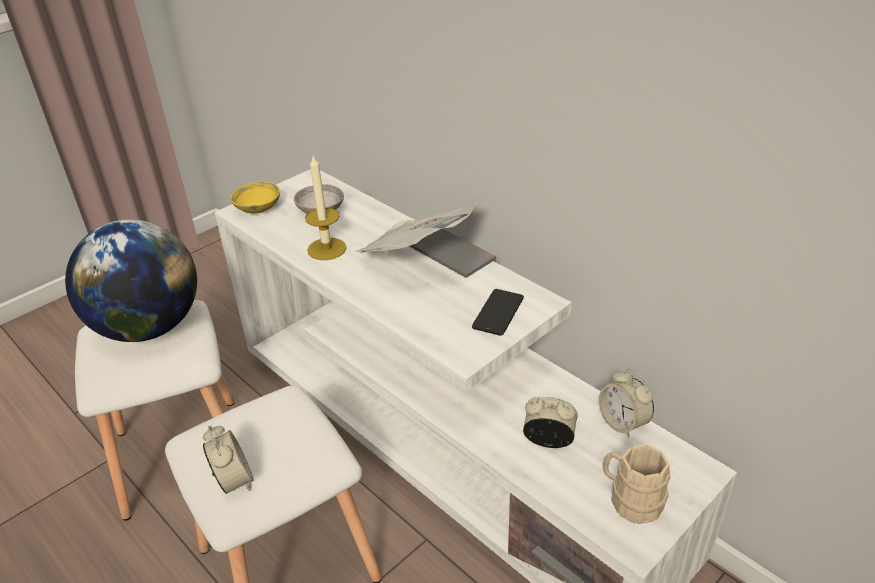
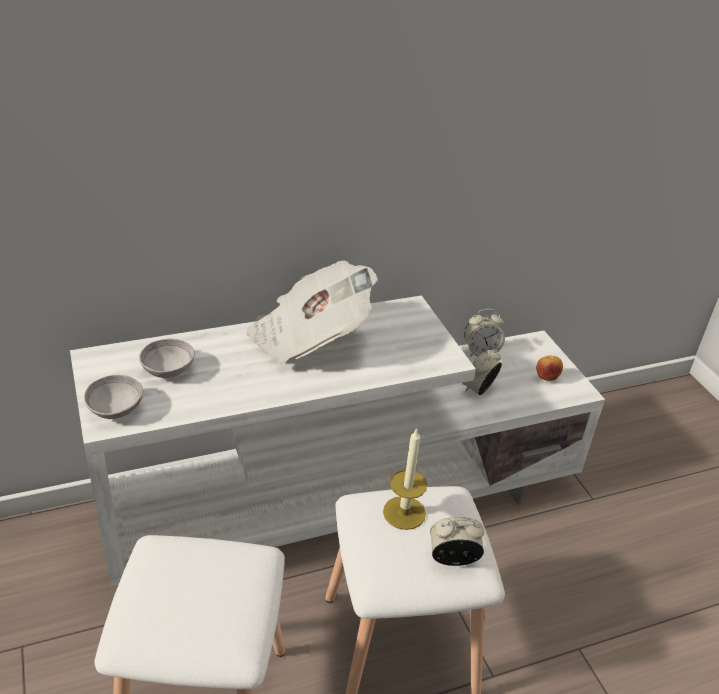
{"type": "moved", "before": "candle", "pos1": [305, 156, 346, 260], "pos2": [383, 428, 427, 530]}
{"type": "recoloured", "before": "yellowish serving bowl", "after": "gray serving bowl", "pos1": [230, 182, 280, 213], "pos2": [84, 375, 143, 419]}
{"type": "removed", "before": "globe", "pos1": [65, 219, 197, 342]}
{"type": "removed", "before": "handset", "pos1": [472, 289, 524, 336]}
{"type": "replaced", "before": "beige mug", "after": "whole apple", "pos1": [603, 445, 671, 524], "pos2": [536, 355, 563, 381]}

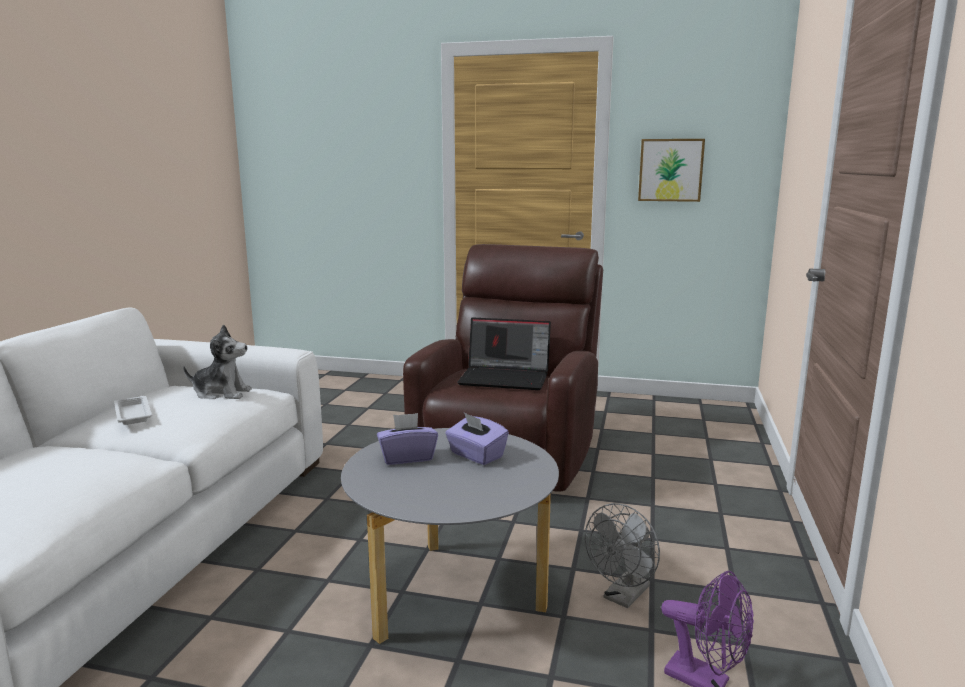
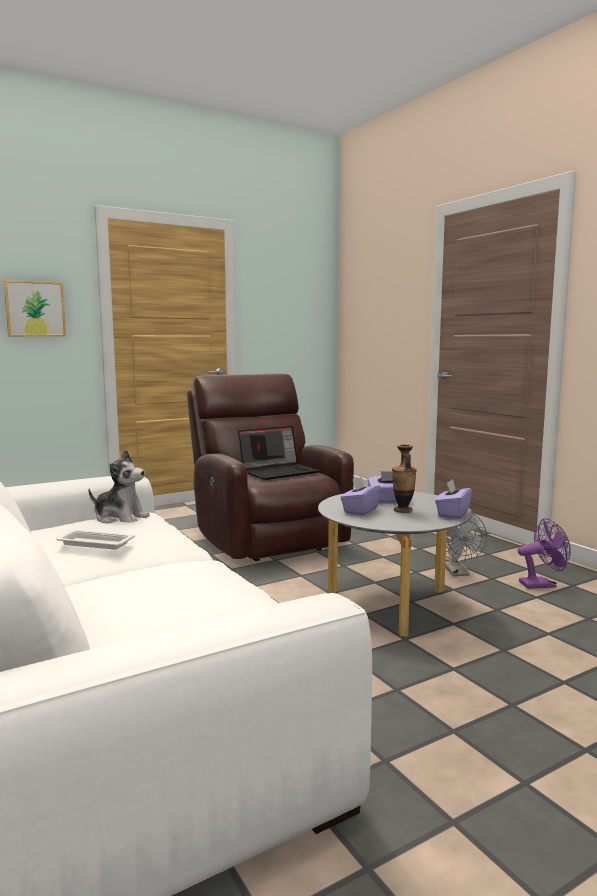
{"type": "moved", "before": "wall picture", "pos1": [638, 139, 705, 202], "pos2": [4, 280, 66, 337]}
{"type": "turned", "before": "plush toy", "pos1": [183, 325, 252, 399], "pos2": [89, 449, 150, 523], "turn": 60}
{"type": "added", "after": "vase", "pos2": [392, 445, 416, 513]}
{"type": "added", "after": "purple box of tissues", "pos2": [435, 479, 472, 519]}

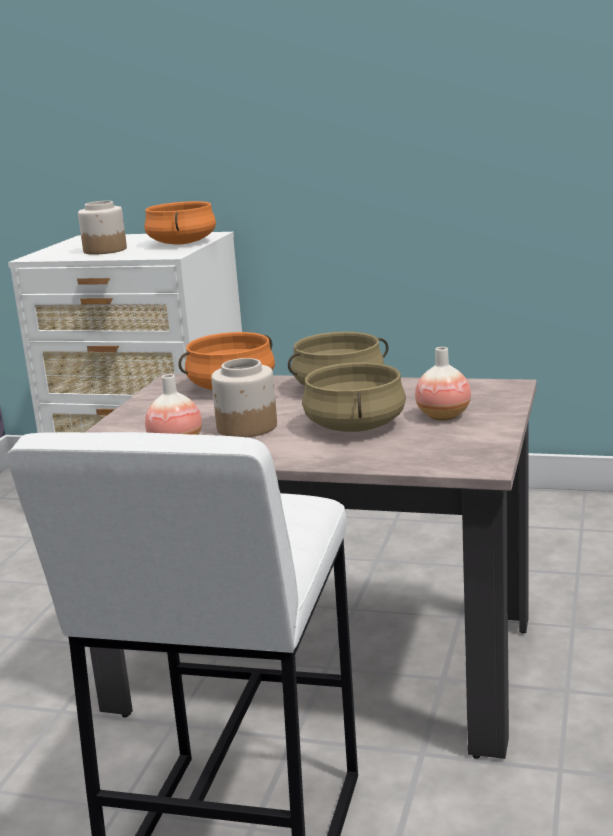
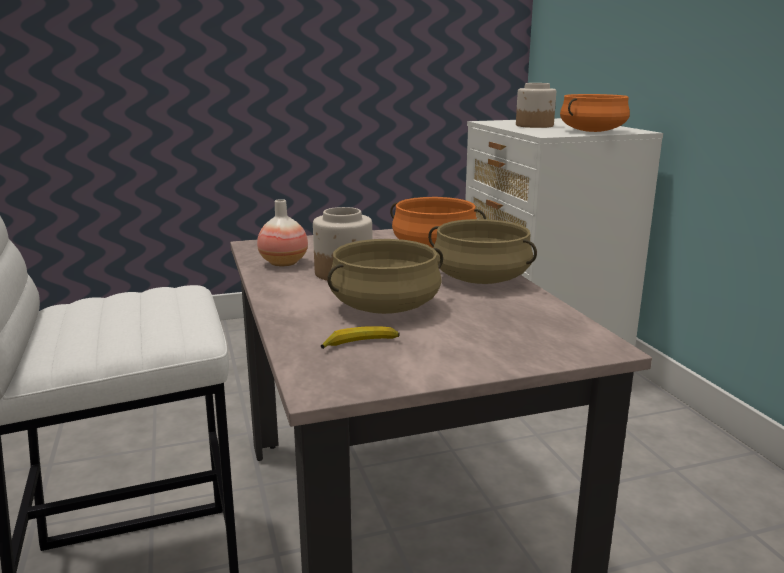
{"type": "removed", "before": "vase", "pos1": [415, 347, 471, 421]}
{"type": "added", "after": "banana", "pos2": [321, 326, 400, 349]}

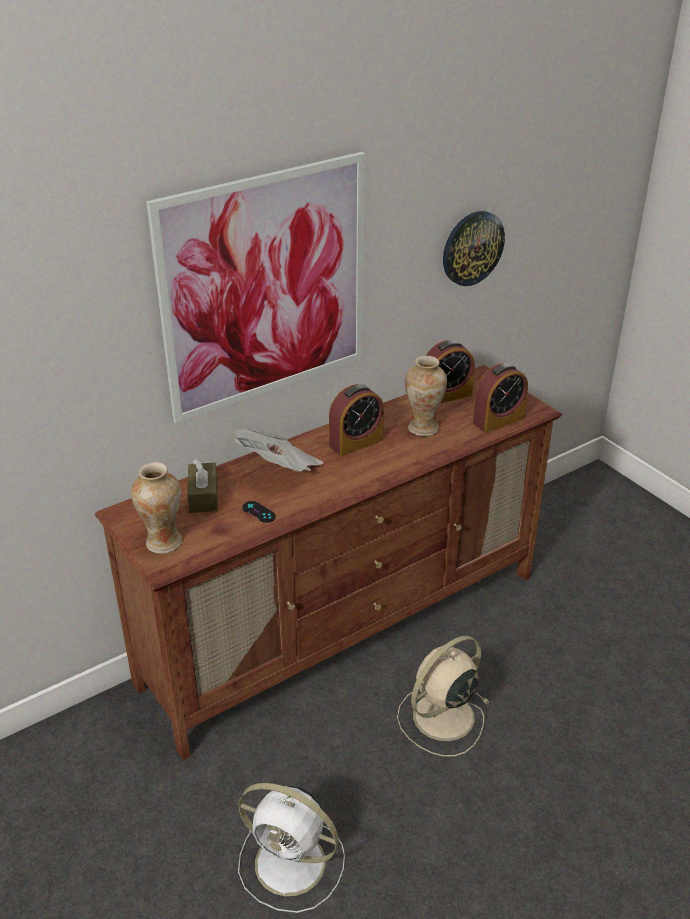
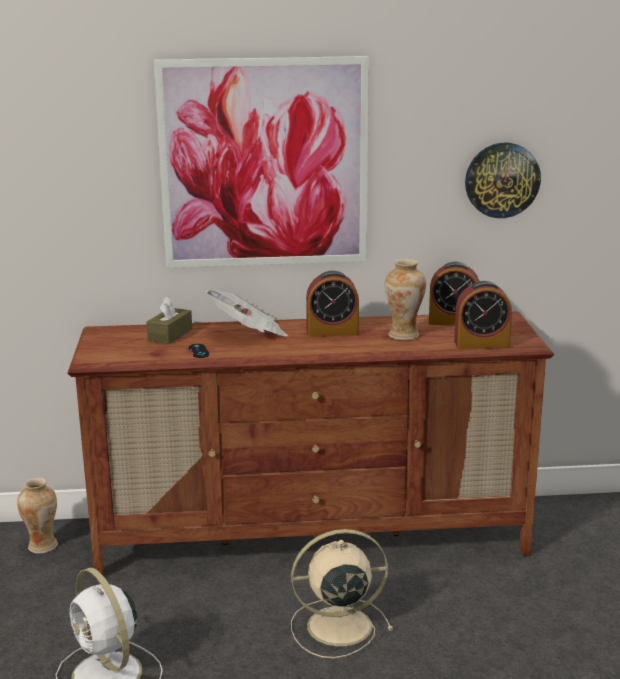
{"type": "moved", "before": "vase", "pos1": [131, 462, 182, 554], "pos2": [17, 477, 58, 554]}

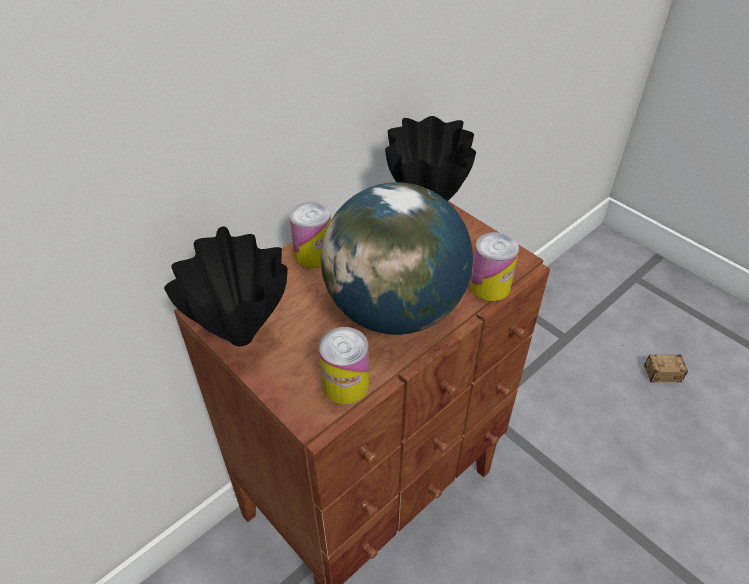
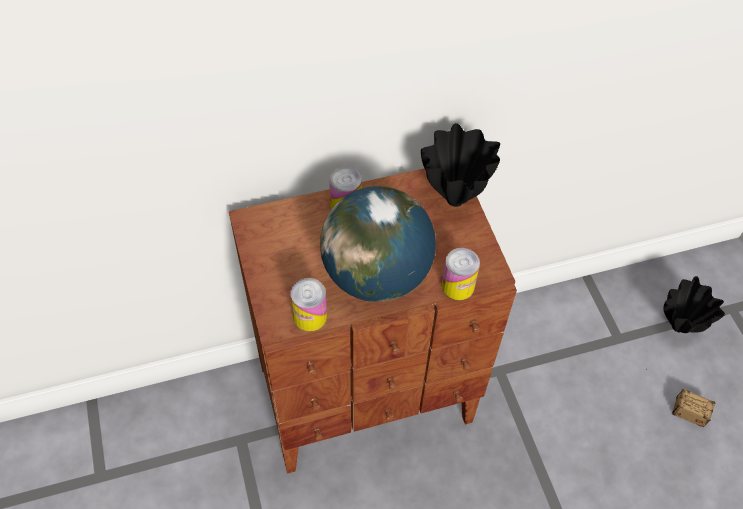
{"type": "moved", "before": "blackish vase", "pos1": [164, 226, 287, 346], "pos2": [663, 276, 725, 333]}

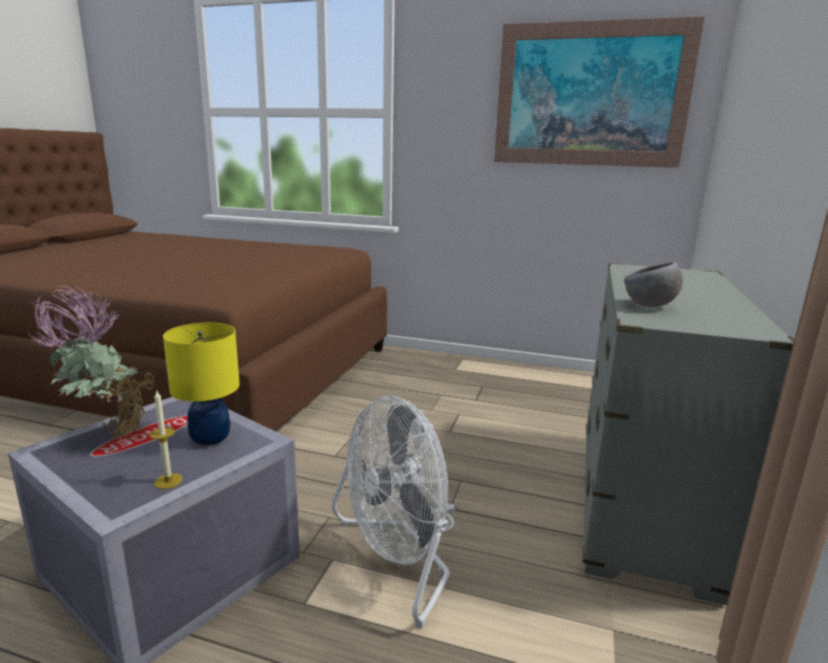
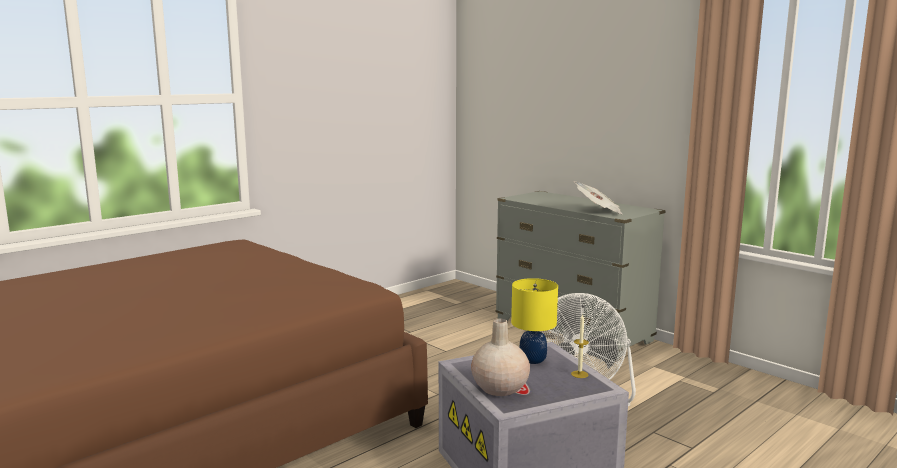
{"type": "removed", "before": "wall picture", "pos1": [494, 16, 704, 168]}
{"type": "replaced", "before": "gray serving bowl", "after": "daily paper", "pos1": [625, 262, 683, 307], "pos2": [574, 181, 622, 214]}
{"type": "replaced", "before": "plant in a pot", "after": "beige vase", "pos1": [30, 285, 154, 443], "pos2": [471, 319, 530, 396]}

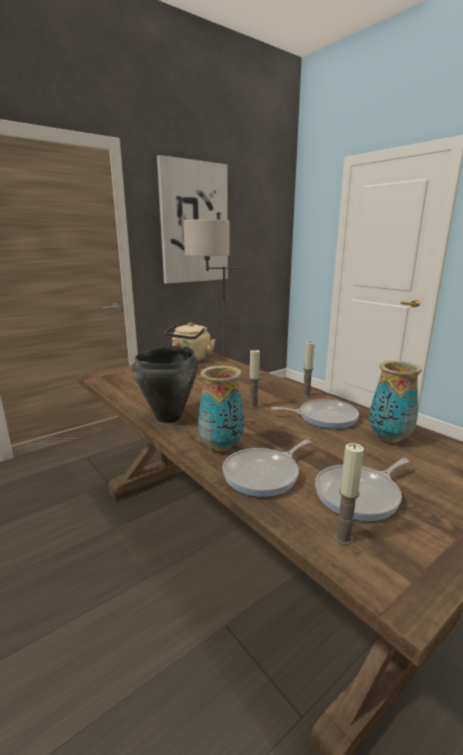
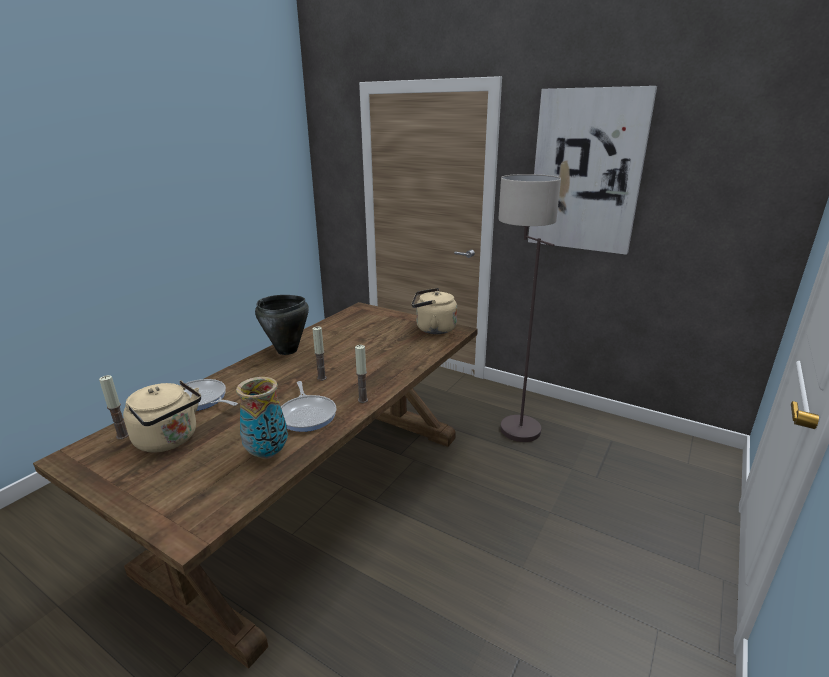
{"type": "removed", "before": "vase", "pos1": [198, 366, 244, 451]}
{"type": "replaced", "before": "pan", "after": "beige kettle", "pos1": [315, 458, 409, 521], "pos2": [123, 380, 201, 453]}

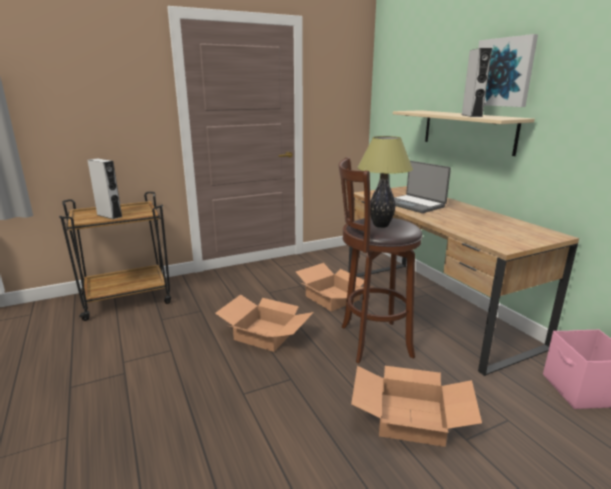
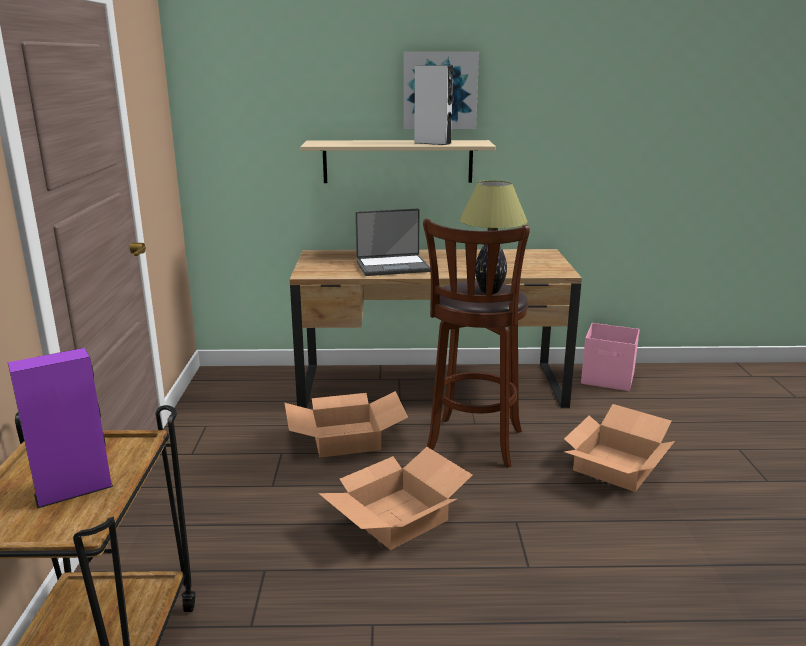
{"type": "recoloured", "before": "gray speaker", "after": "purple speaker", "pos1": [87, 158, 122, 219], "pos2": [8, 348, 113, 509]}

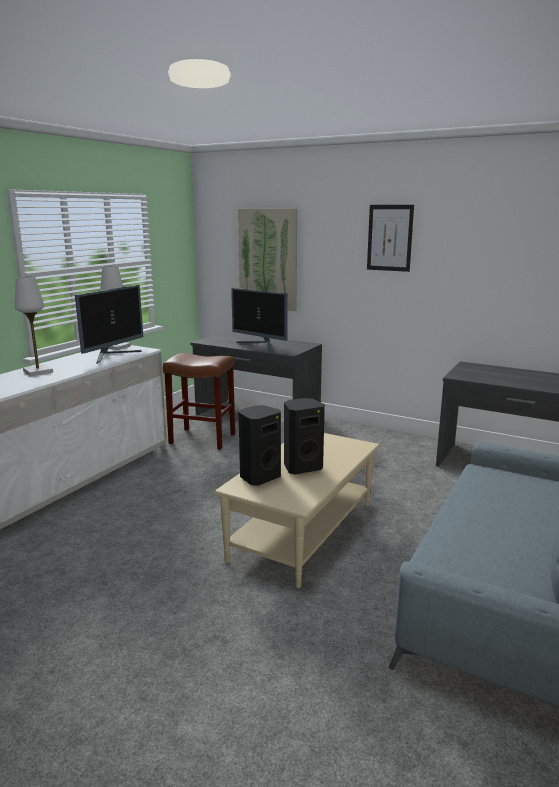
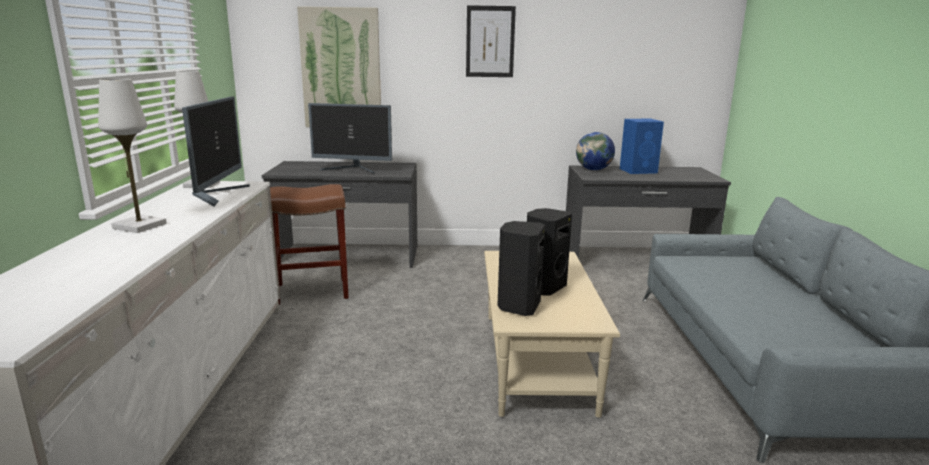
{"type": "added", "after": "blue speaker", "pos2": [620, 119, 664, 174]}
{"type": "added", "after": "globe", "pos2": [576, 132, 615, 170]}

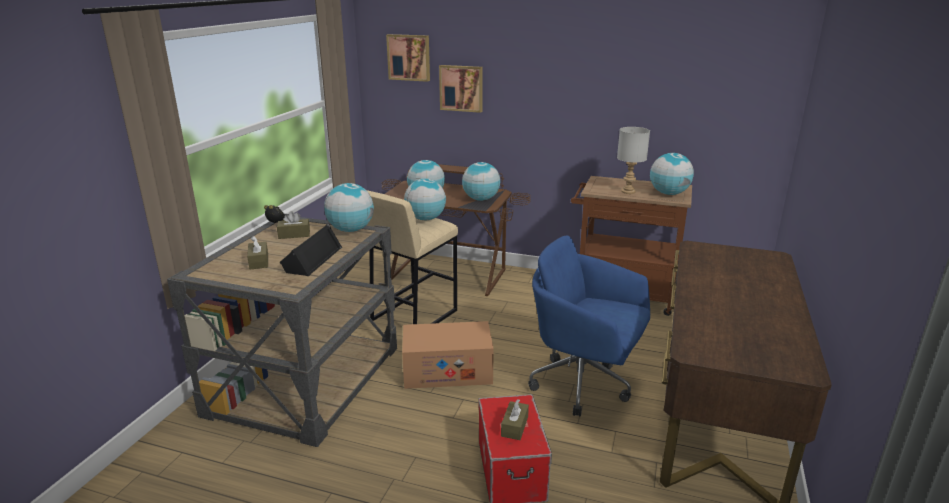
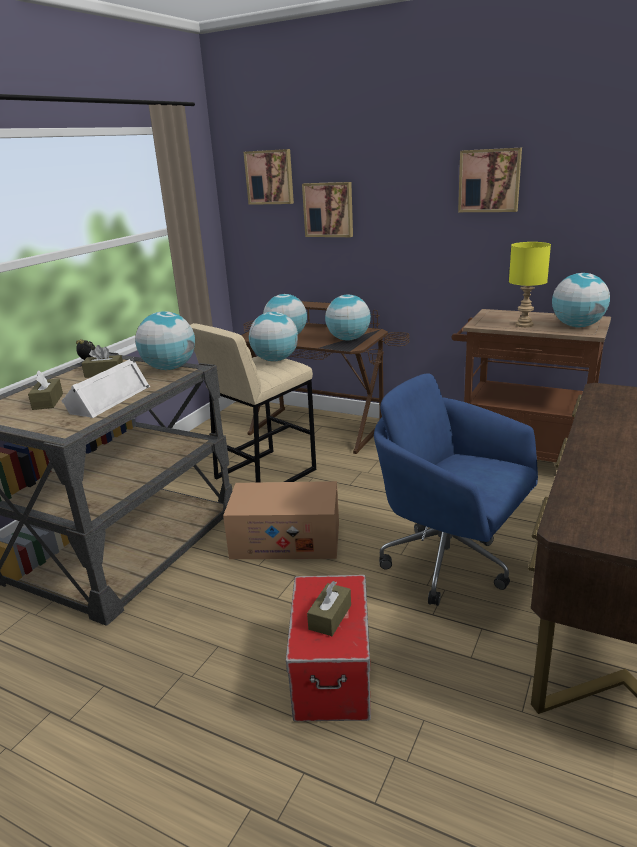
{"type": "recoloured", "before": "gray table lamp", "after": "yellowish table lamp", "pos1": [617, 127, 650, 194], "pos2": [509, 242, 551, 327]}
{"type": "recoloured", "before": "blackish speaker", "after": "white-coloured speaker", "pos1": [280, 223, 342, 276], "pos2": [62, 357, 150, 418]}
{"type": "added", "after": "wall picture", "pos2": [458, 148, 522, 212]}

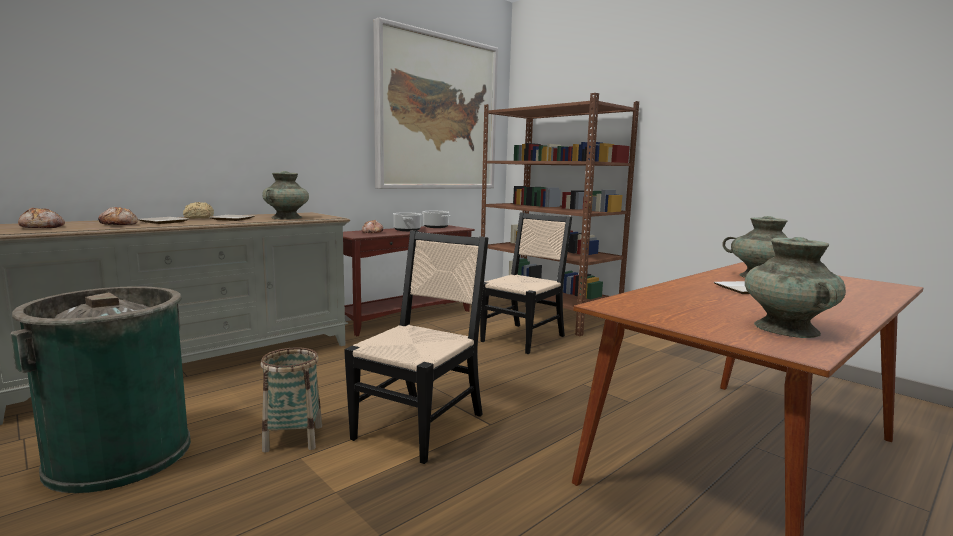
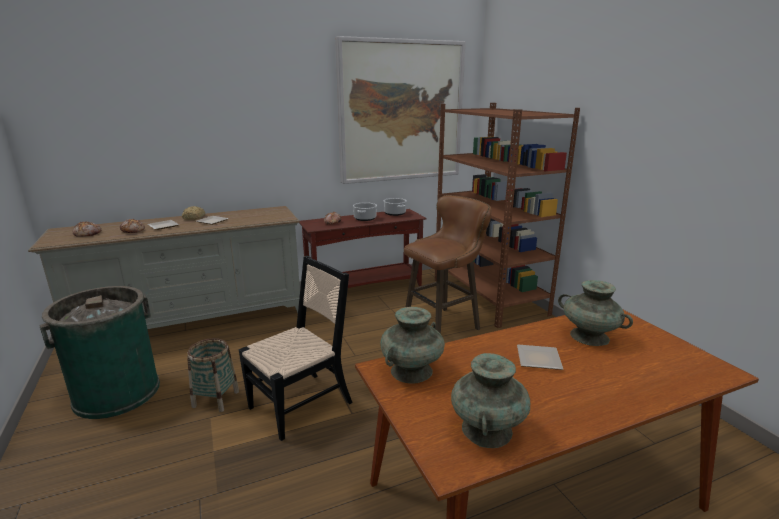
{"type": "moved", "before": "turquoise-coloured vase", "pos1": [262, 171, 309, 219], "pos2": [380, 307, 445, 384]}
{"type": "replaced", "before": "chair", "after": "brown-coloured sitting stool", "pos1": [480, 212, 572, 354], "pos2": [404, 195, 491, 334]}

